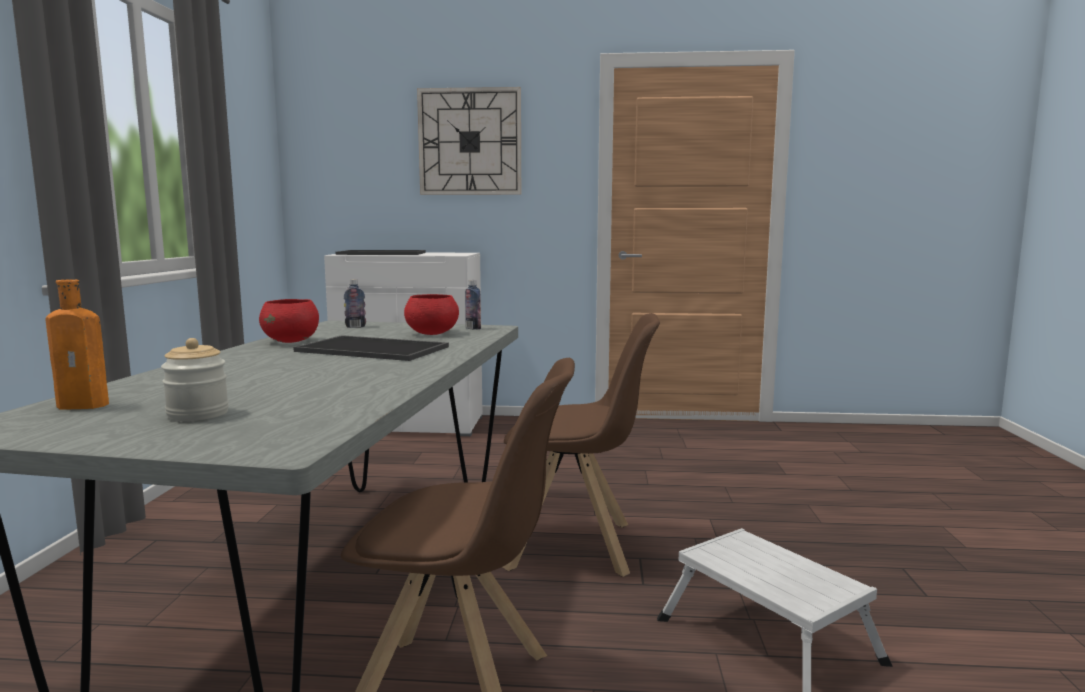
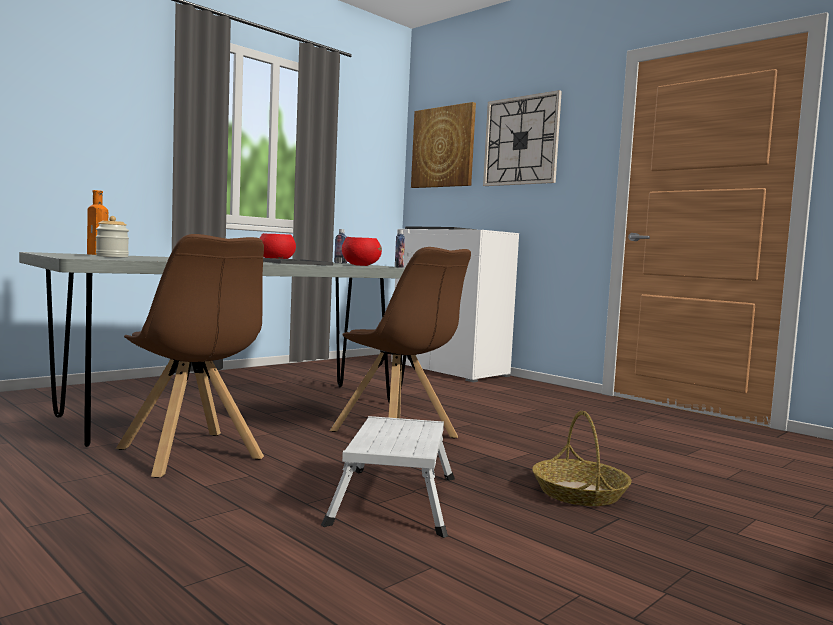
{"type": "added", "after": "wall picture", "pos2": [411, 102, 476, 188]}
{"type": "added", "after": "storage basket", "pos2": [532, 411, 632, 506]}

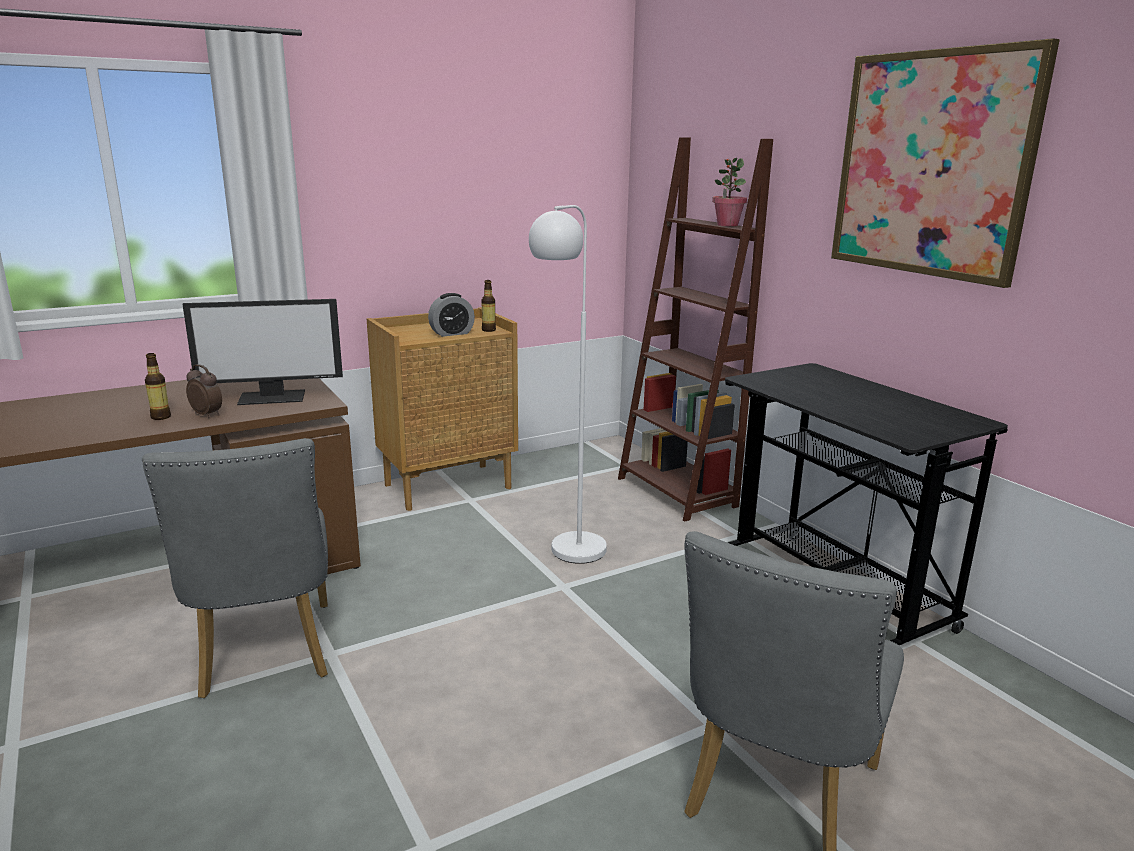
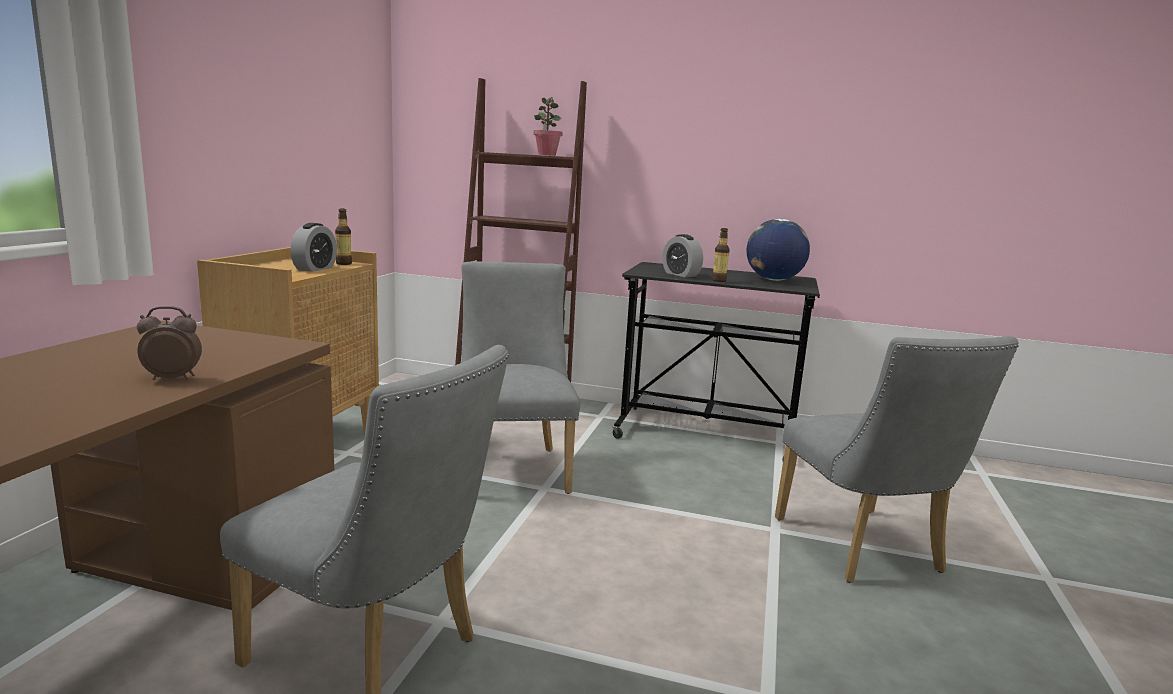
{"type": "removed", "before": "wall picture", "pos1": [831, 38, 1060, 288]}
{"type": "replaced", "before": "white-coloured standard lamp", "after": "gray chair", "pos1": [529, 205, 607, 564], "pos2": [461, 261, 580, 494]}
{"type": "removed", "before": "computer screen", "pos1": [183, 299, 343, 405]}
{"type": "moved", "before": "bottle", "pos1": [145, 353, 171, 420], "pos2": [712, 228, 730, 282]}
{"type": "added", "after": "globe", "pos2": [746, 219, 810, 281]}
{"type": "added", "after": "table clock", "pos2": [662, 234, 703, 277]}

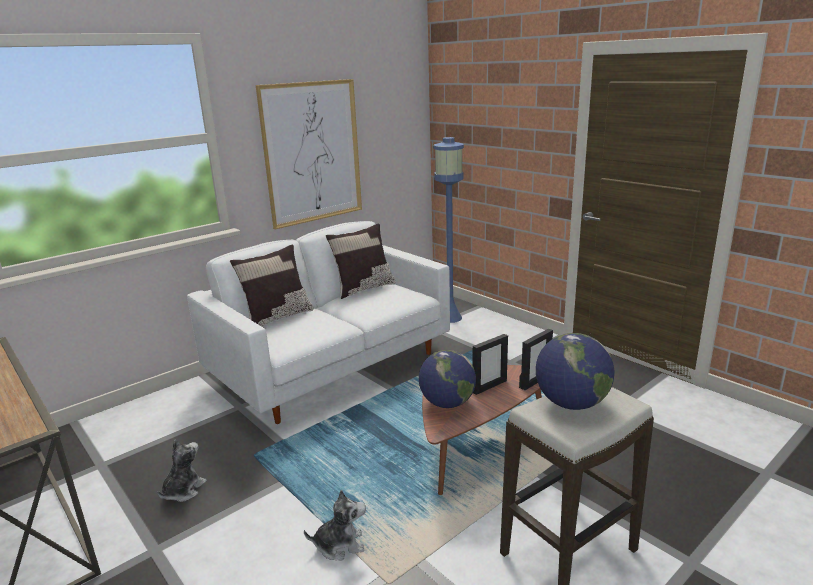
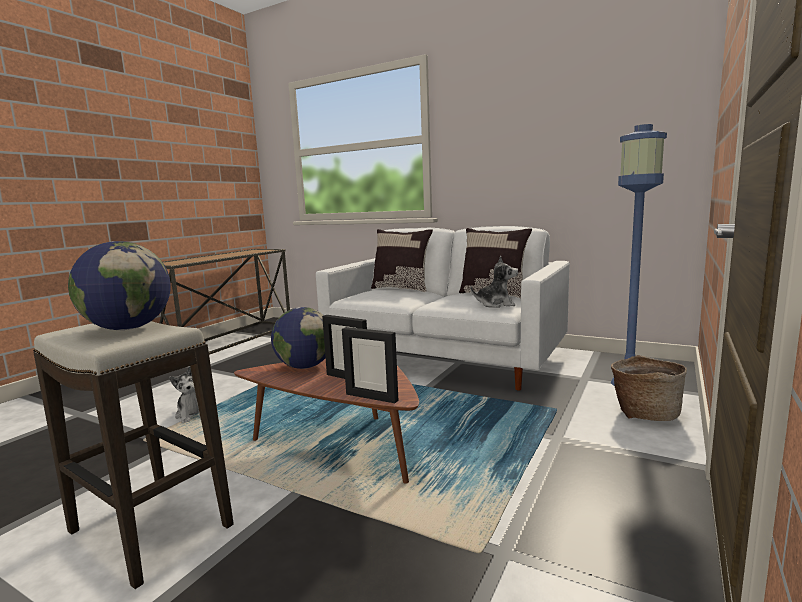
{"type": "removed", "before": "wall picture", "pos1": [256, 79, 362, 230]}
{"type": "moved", "before": "plush toy", "pos1": [158, 440, 207, 502], "pos2": [471, 256, 518, 308]}
{"type": "added", "after": "storage basket", "pos2": [611, 355, 687, 421]}

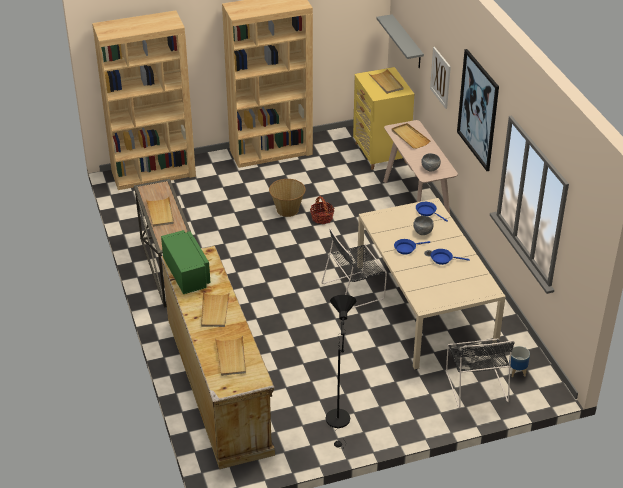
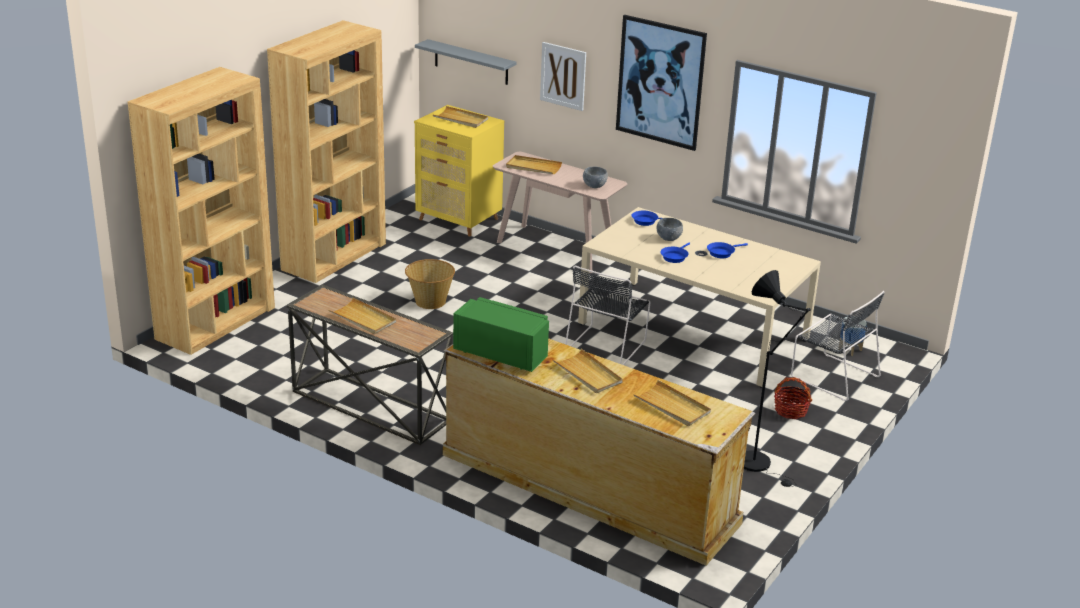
{"type": "moved", "before": "storage basket", "pos1": [310, 196, 335, 224], "pos2": [774, 377, 812, 419]}

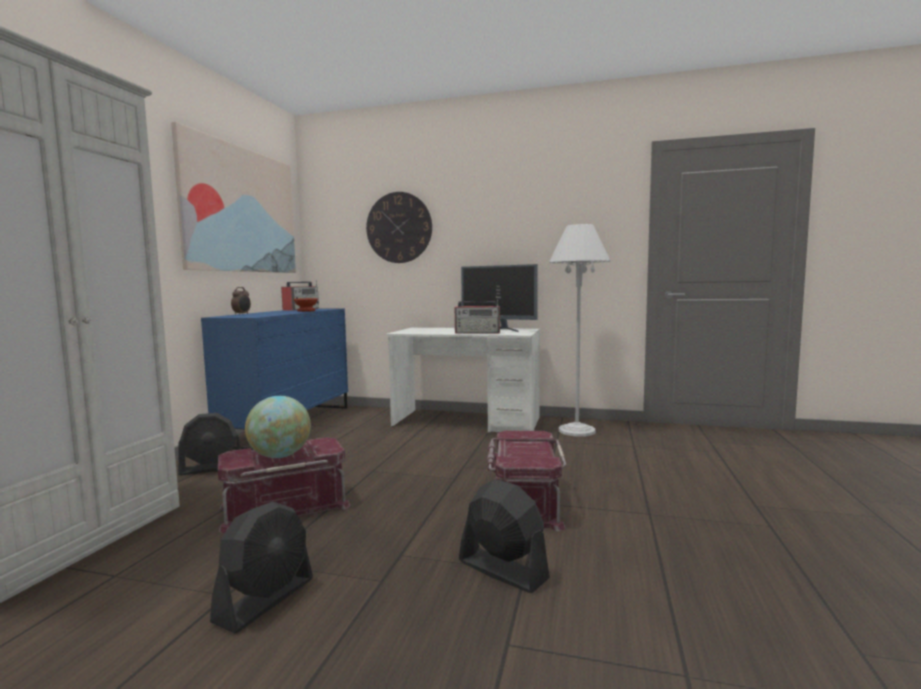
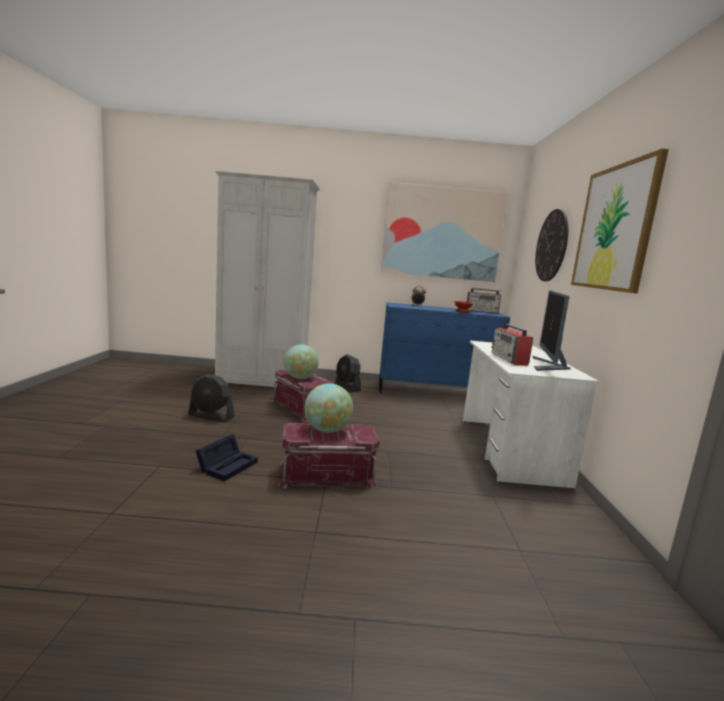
{"type": "removed", "before": "white-coloured standard lamp", "pos1": [549, 224, 611, 437]}
{"type": "replaced", "before": "blackish fan", "after": "blackish storage bin", "pos1": [459, 480, 550, 593], "pos2": [195, 434, 258, 481]}
{"type": "added", "after": "wall picture", "pos2": [571, 149, 669, 293]}
{"type": "added", "after": "globe", "pos2": [304, 383, 353, 433]}

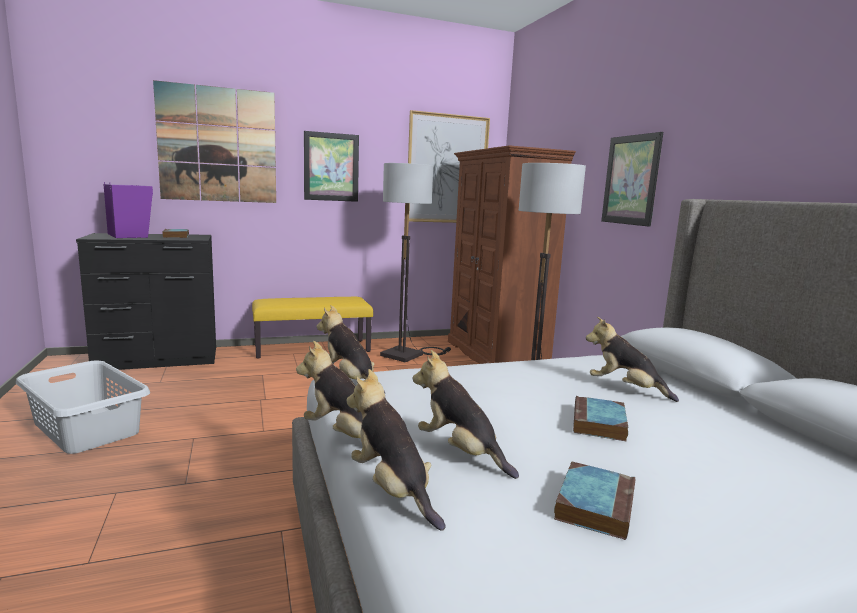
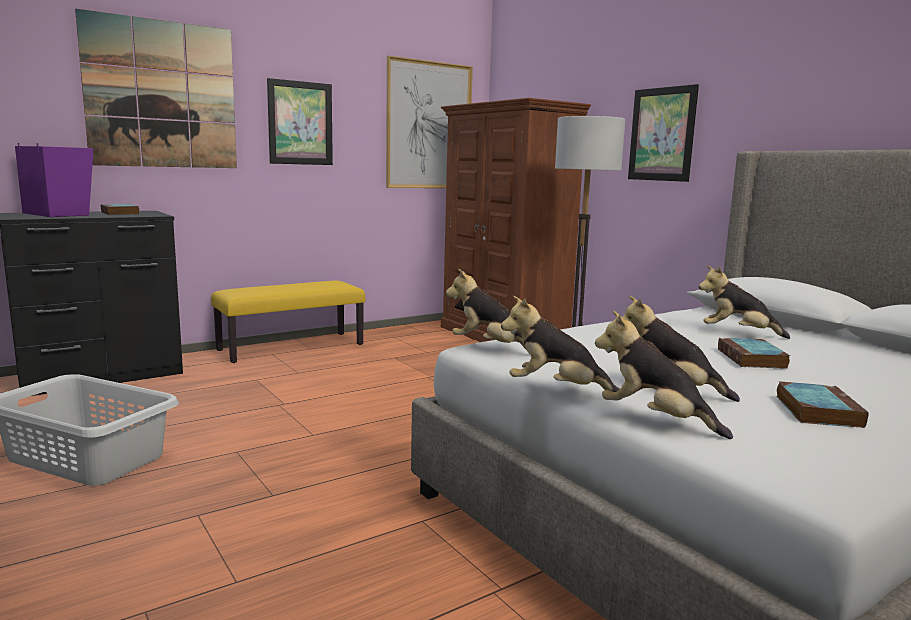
{"type": "removed", "before": "standard lamp", "pos1": [380, 163, 451, 362]}

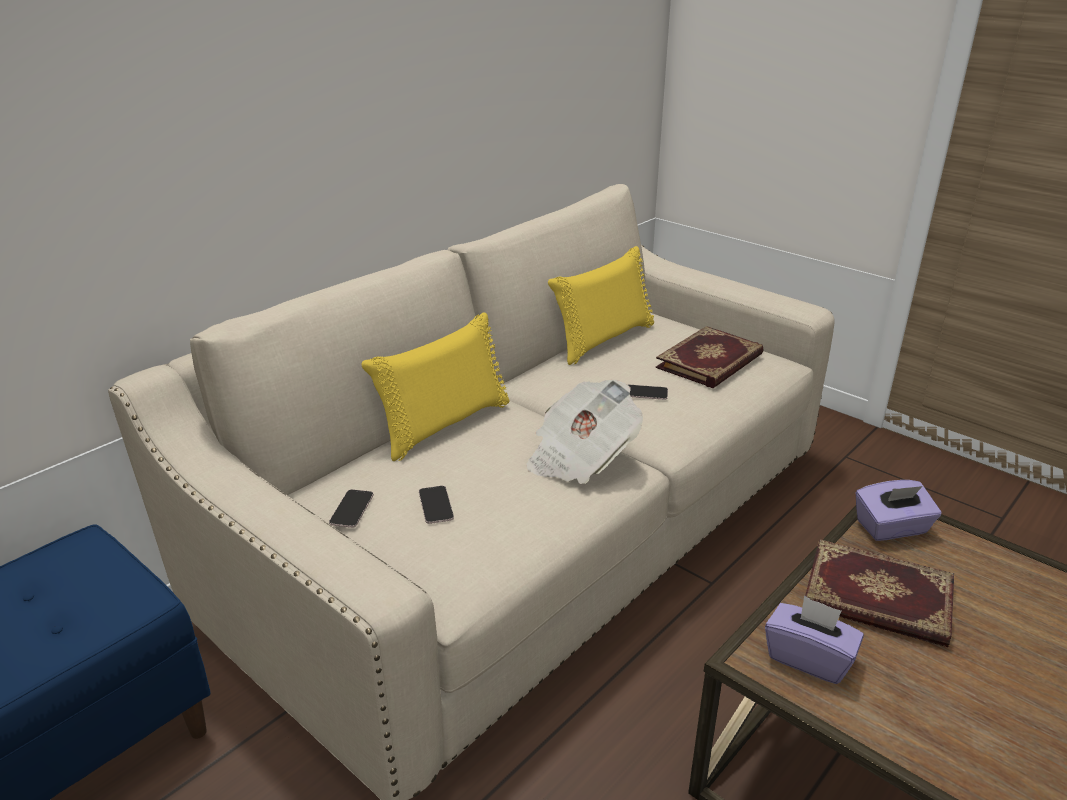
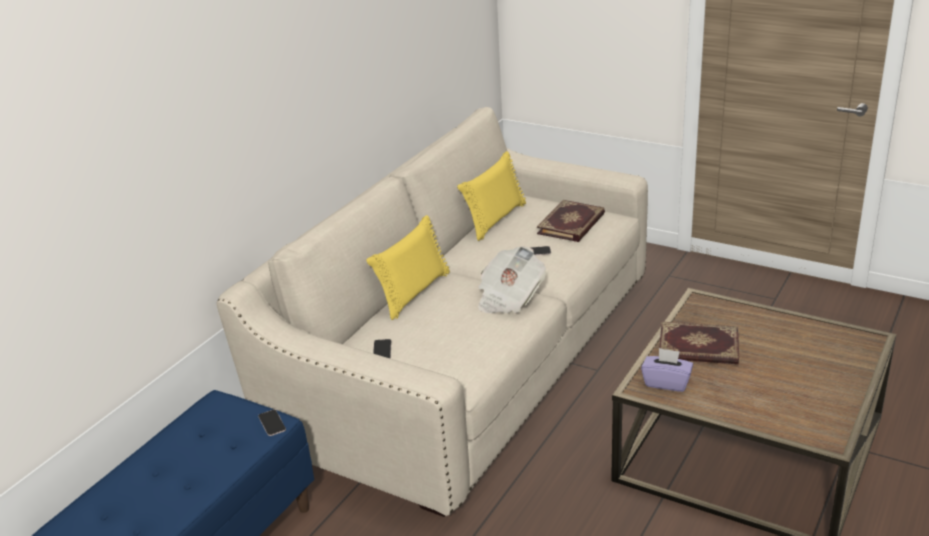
{"type": "removed", "before": "purple box of tissues", "pos1": [856, 480, 941, 541]}
{"type": "moved", "before": "handset", "pos1": [419, 486, 454, 524], "pos2": [258, 409, 286, 436]}

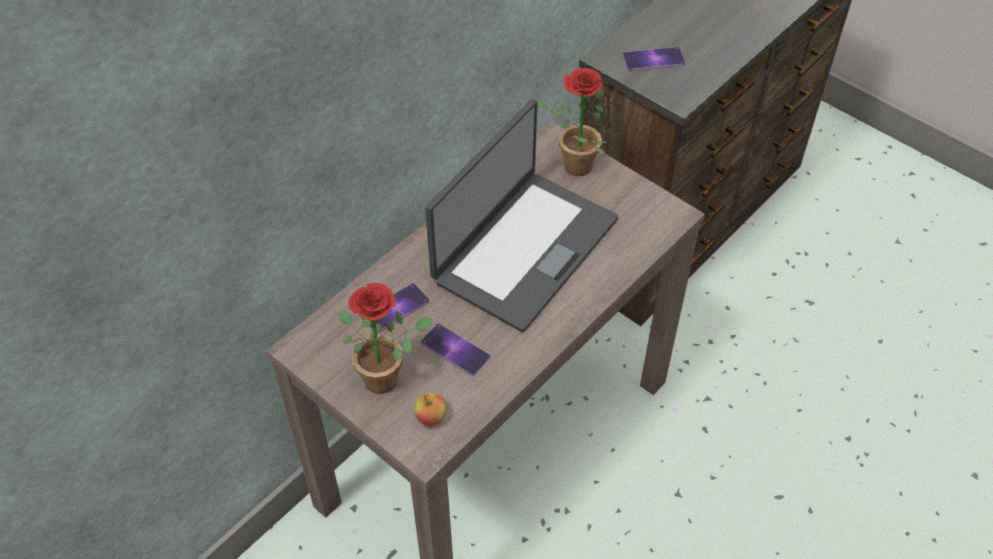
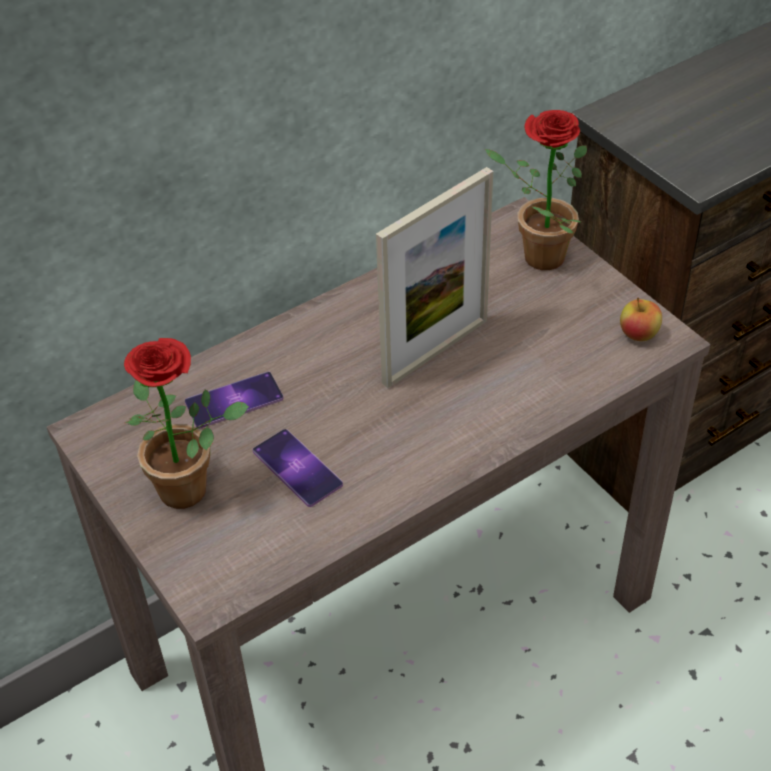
{"type": "removed", "before": "handset", "pos1": [623, 47, 685, 71]}
{"type": "replaced", "before": "portable computer", "after": "standing frame", "pos1": [425, 99, 618, 332], "pos2": [376, 167, 493, 388]}
{"type": "moved", "before": "whole apple", "pos1": [414, 393, 447, 426], "pos2": [620, 298, 662, 341]}

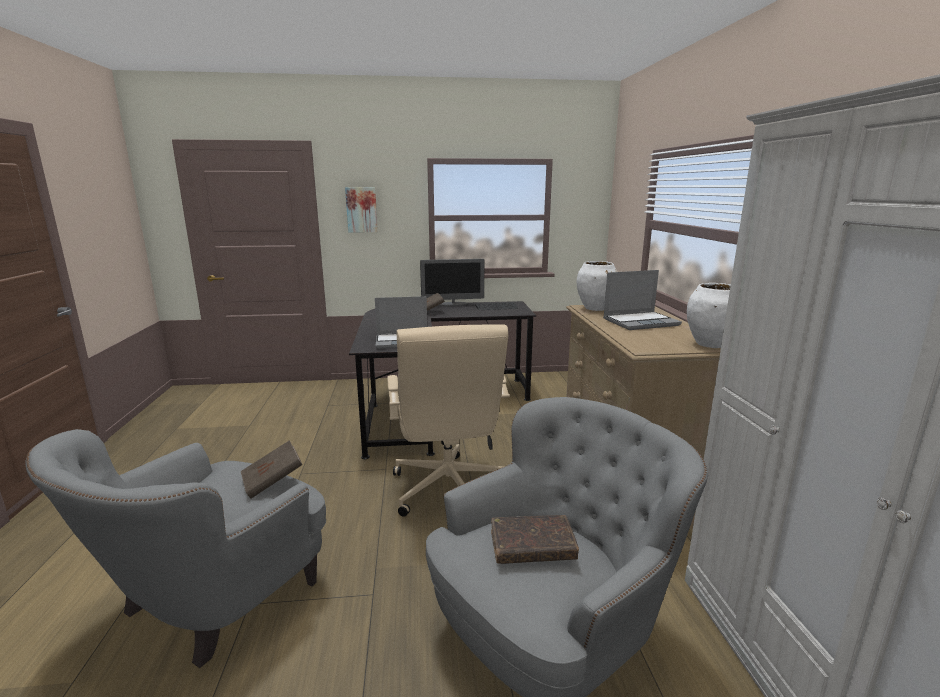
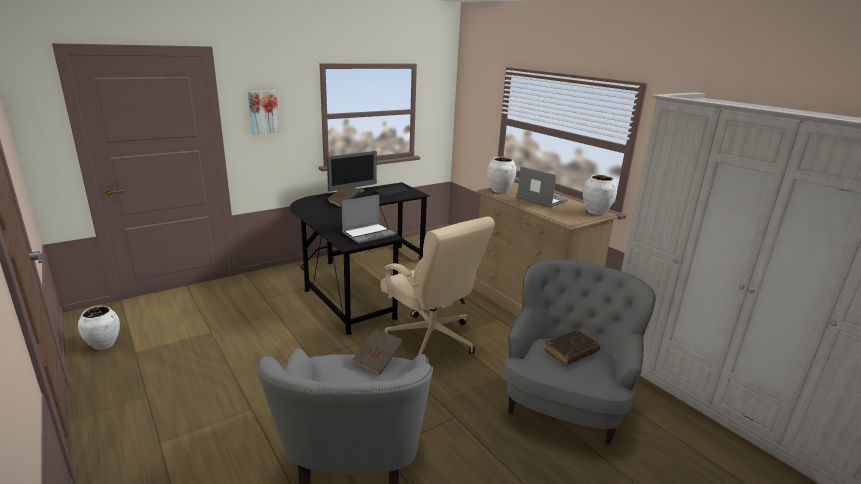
{"type": "turned", "before": "portable computer", "pos1": [603, 270, 682, 330], "pos2": [517, 166, 568, 207], "turn": -90}
{"type": "added", "after": "white-coloured vase", "pos2": [78, 306, 120, 350]}

